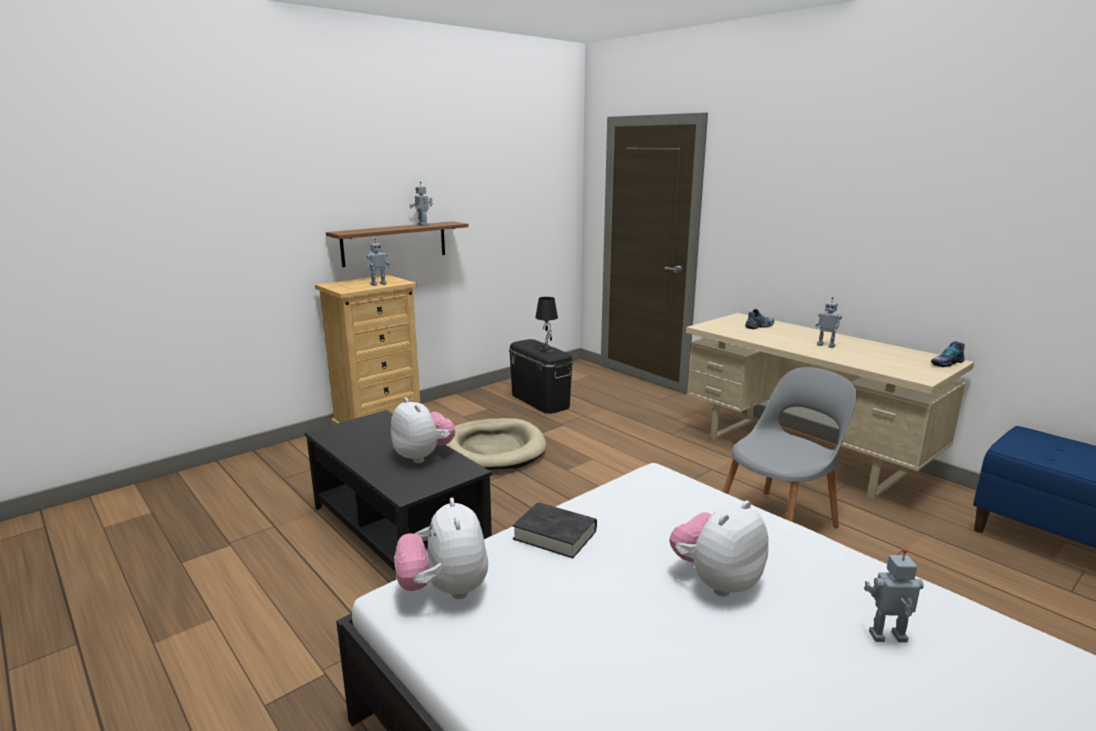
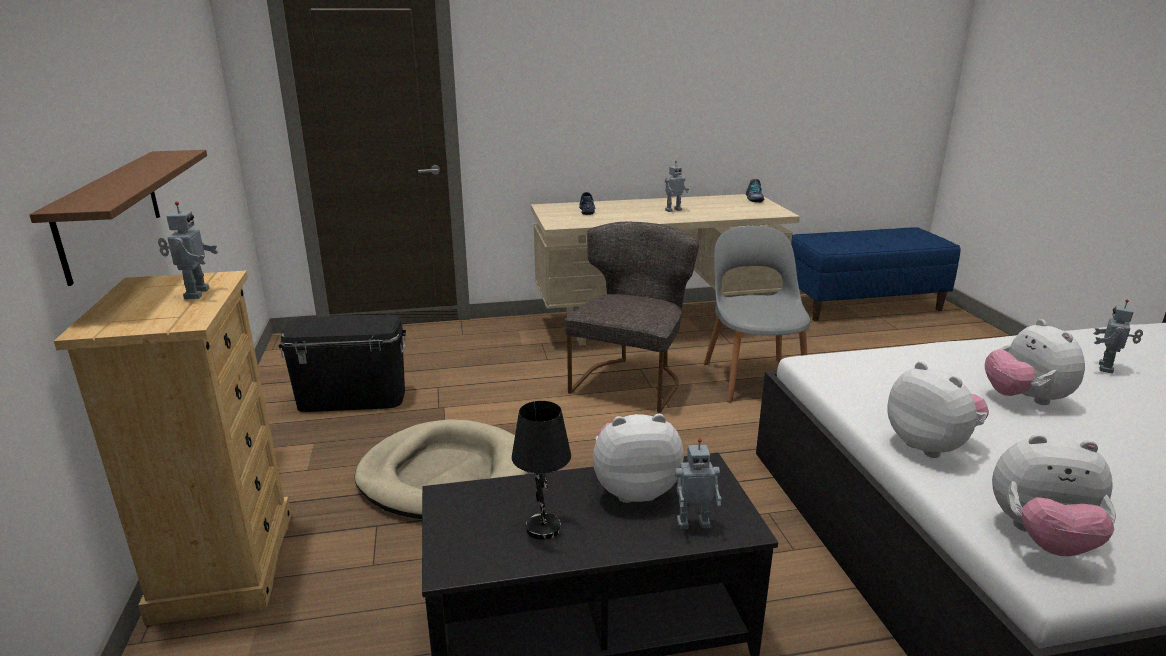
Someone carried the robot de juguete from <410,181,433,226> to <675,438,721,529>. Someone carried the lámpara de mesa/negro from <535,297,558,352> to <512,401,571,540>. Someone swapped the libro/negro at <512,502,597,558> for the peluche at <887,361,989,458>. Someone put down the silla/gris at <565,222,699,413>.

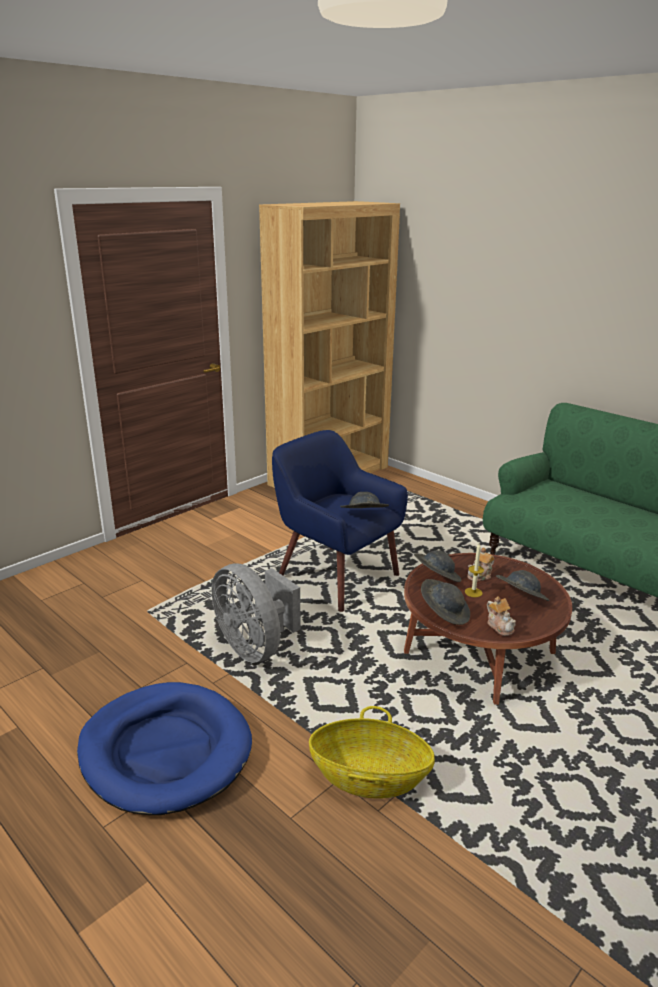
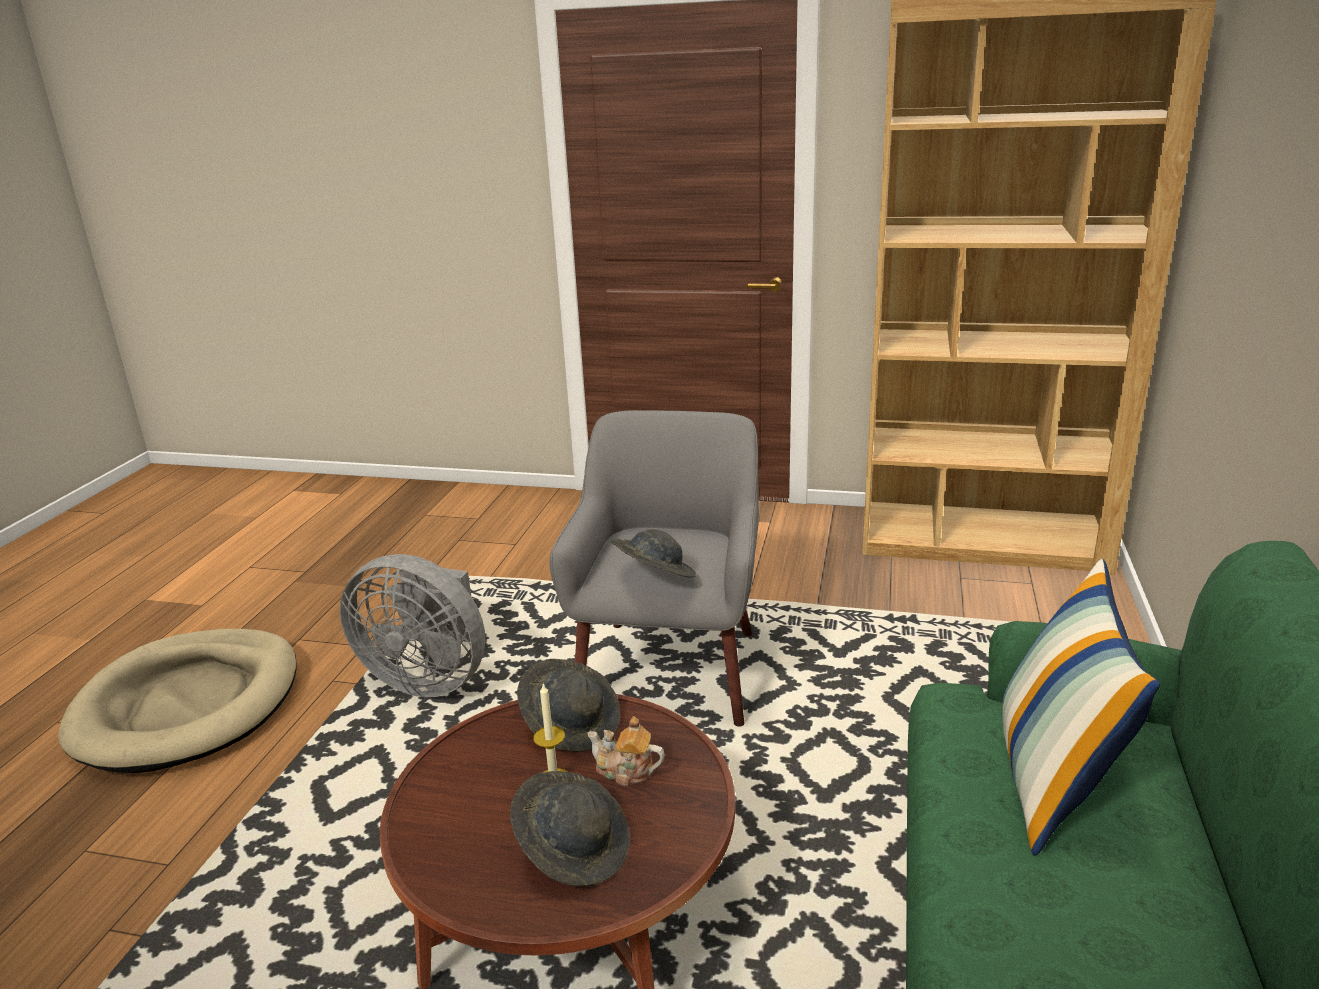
Someone repainted the sillón/azul at <272,430,408,612>, which became the sillón/gris at <550,410,759,727>. Someone rotated the ventilador/gris at <212,564,301,663> by 90 degrees counterclockwise. Someone took away the sombrero/gris at <421,579,470,625>. Someone took away the tetera at <487,596,516,636>. Someone repainted the cama para perro/azul at <77,682,252,815>, which became the cama para perro/beis at <58,629,297,773>. Someone took away the cesta at <309,706,435,799>. Someone put down the cojín at <1002,559,1160,856>.

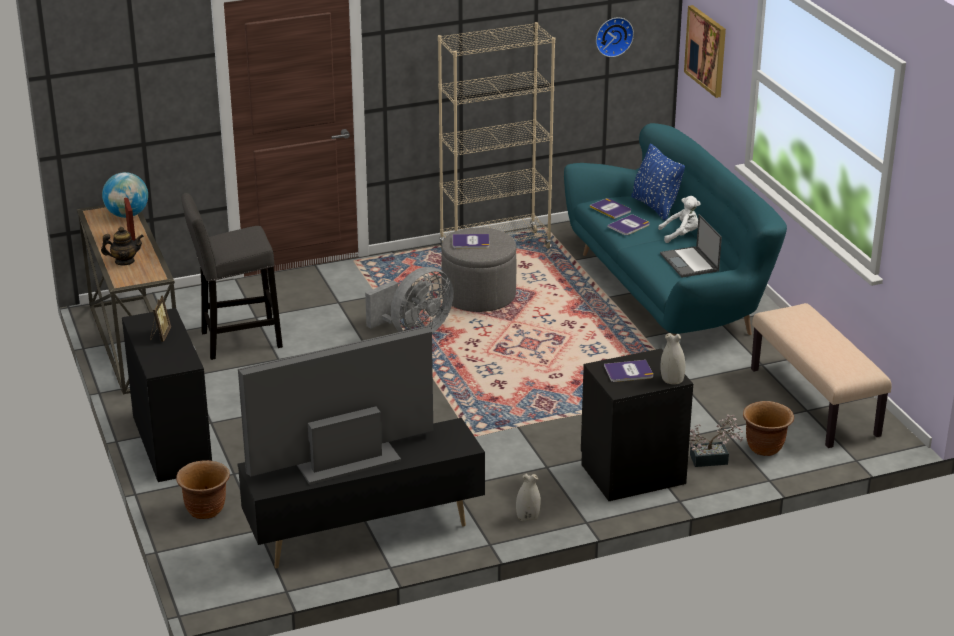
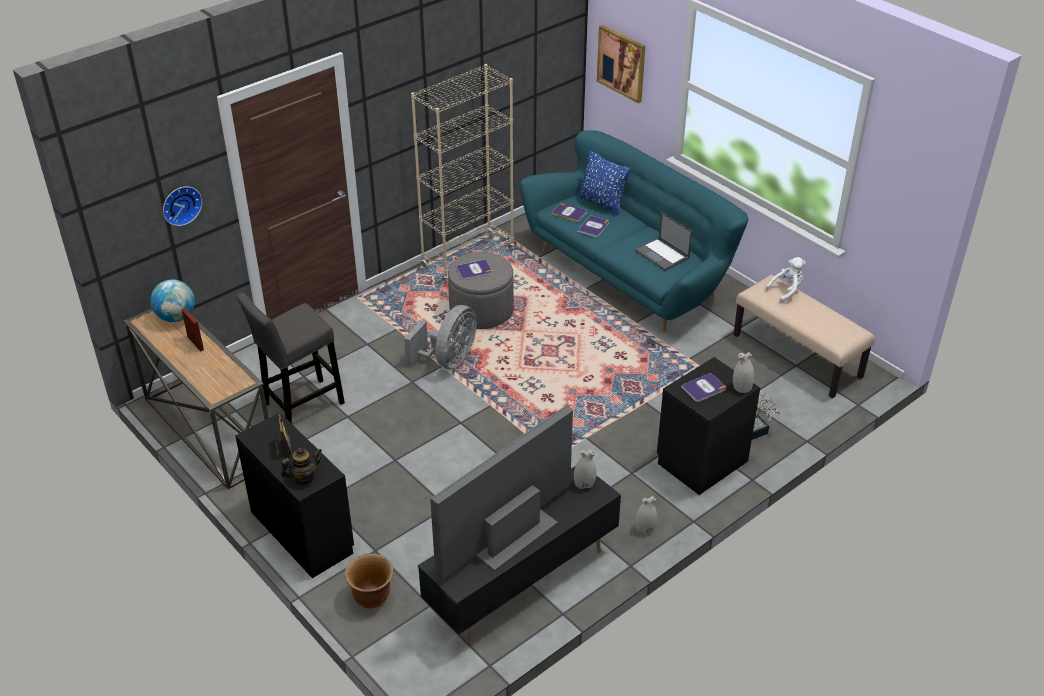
Someone carried the reloj de pared from <596,17,634,57> to <163,187,202,226>. Someone carried the peluche/blanco from <658,196,700,243> to <765,257,806,303>. Someone carried the tetera from <101,227,144,266> to <281,448,322,484>. Someone took away the maceta/marrón at <743,401,794,456>. Someone put down the florero/blanco at <574,450,597,489>.

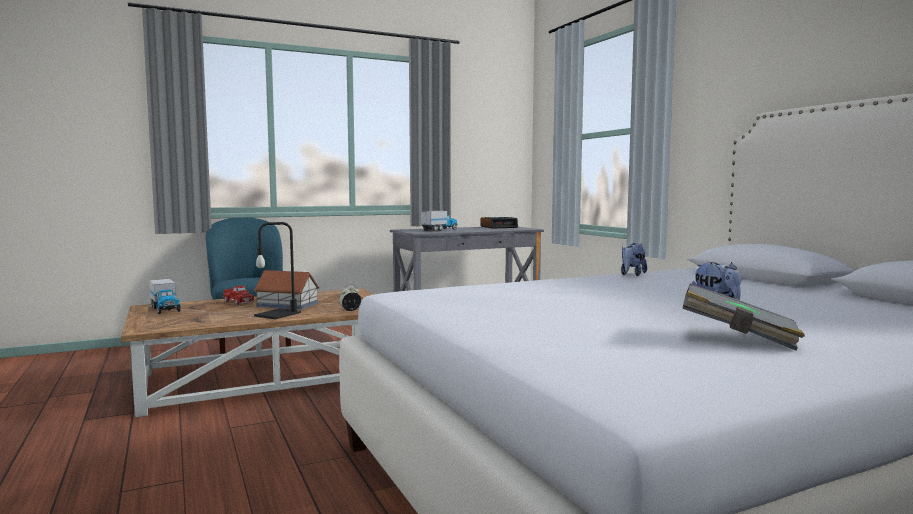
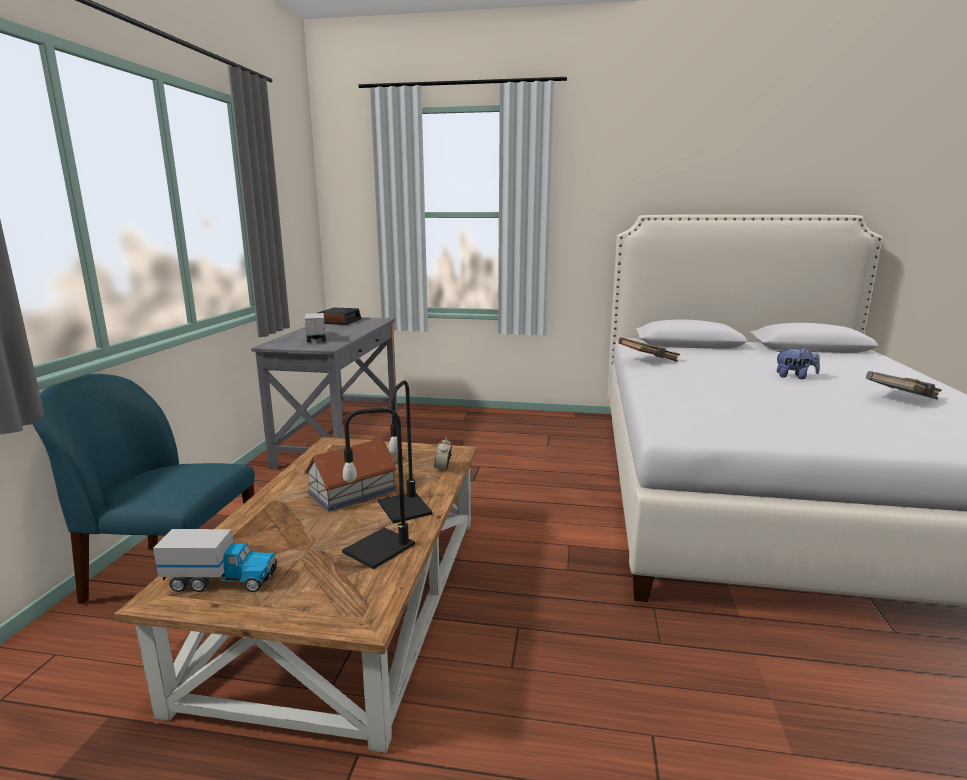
Someone swapped the peluche at <621,243,648,276> for the libro/marrón at <618,337,680,362>. Someone took away the camión de juguete at <223,285,255,305>. Someone put down the lámpara de mesa/negro at <342,407,415,569>.

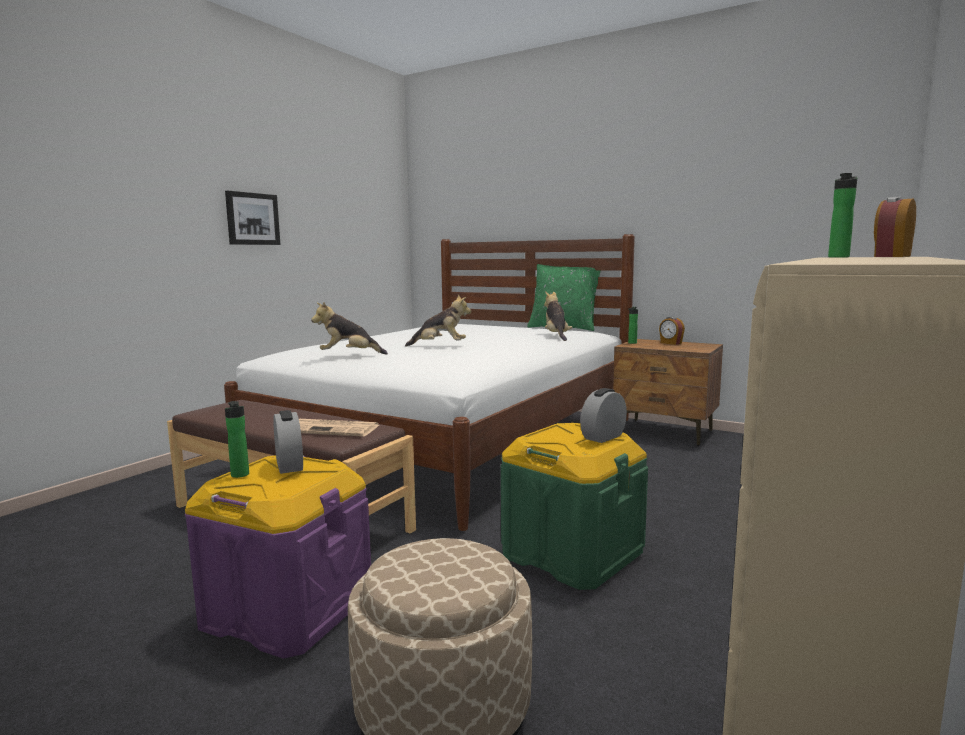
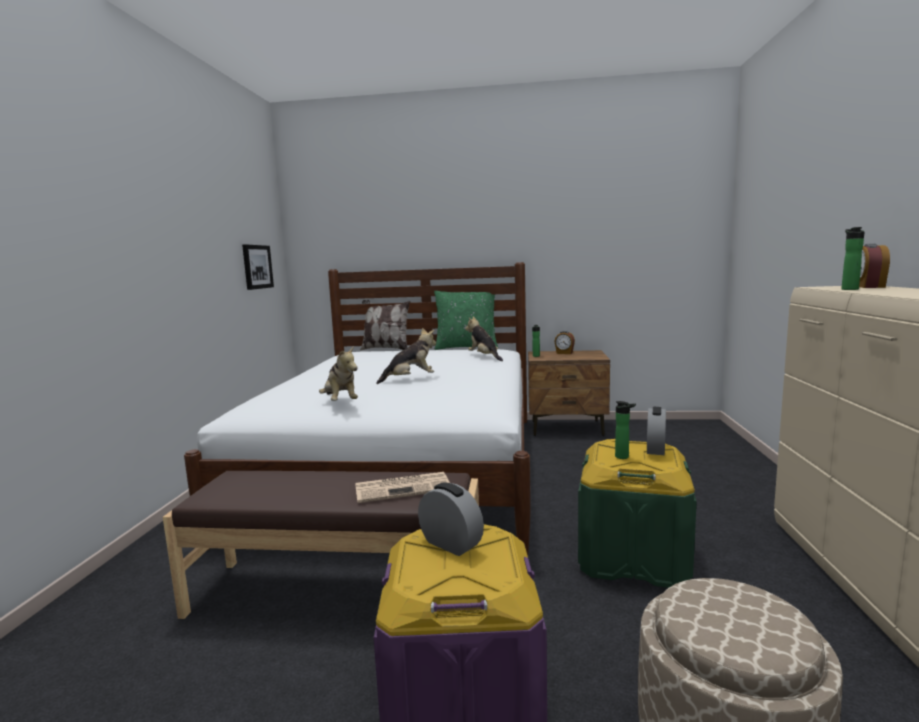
Someone carried the cuadro from <225,191,280,245> to <242,244,274,290>. Someone rotated the peluche at <311,302,388,355> by 90 degrees counterclockwise. Someone carried the botella from <225,401,249,478> to <615,401,636,459>. Someone put down the cojín at <360,300,410,351>.

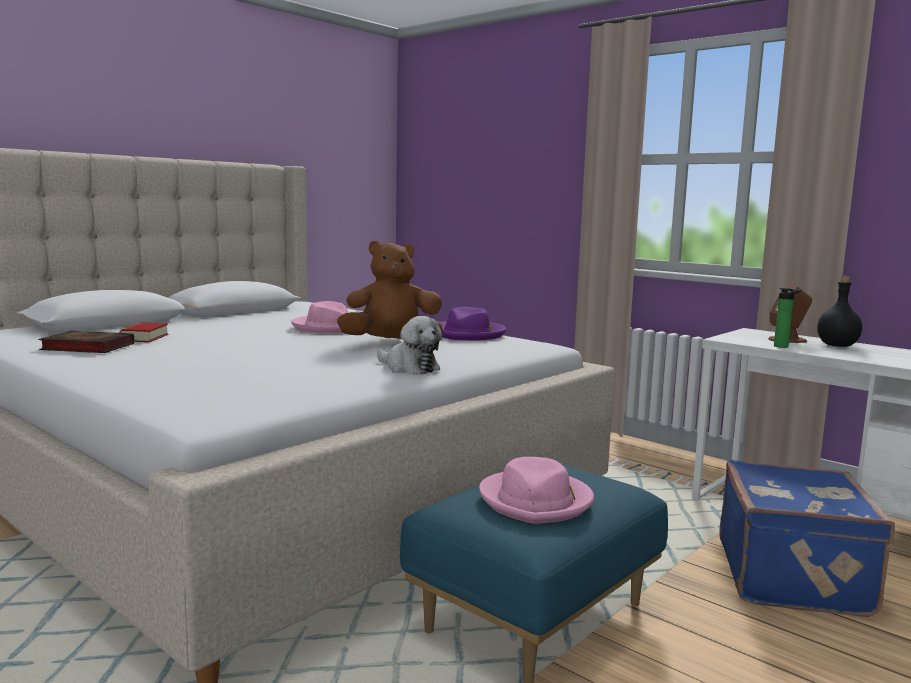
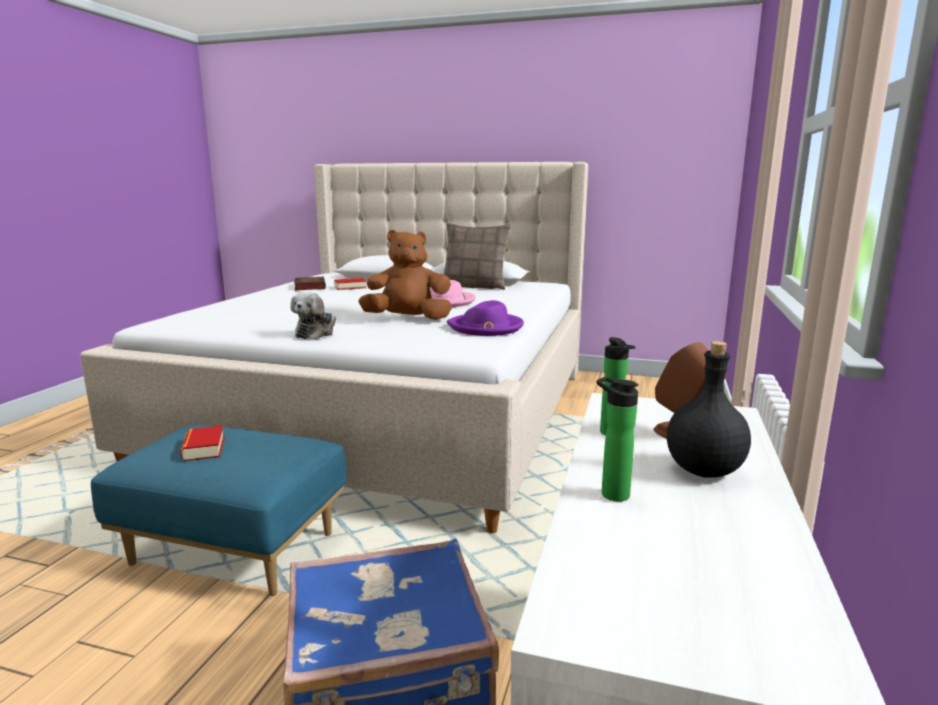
Someone rotated the peluche/marrón at <337,240,443,339> by 60 degrees counterclockwise. Someone swapped the sombrero/rosa at <479,457,594,524> for the libro at <180,425,224,461>. Someone put down the cojín at <444,222,511,290>. Someone put down the botella at <597,376,638,502>.

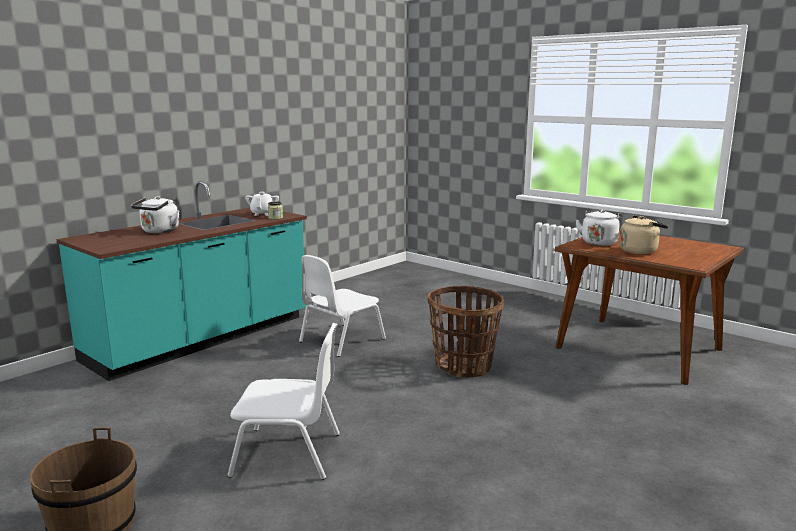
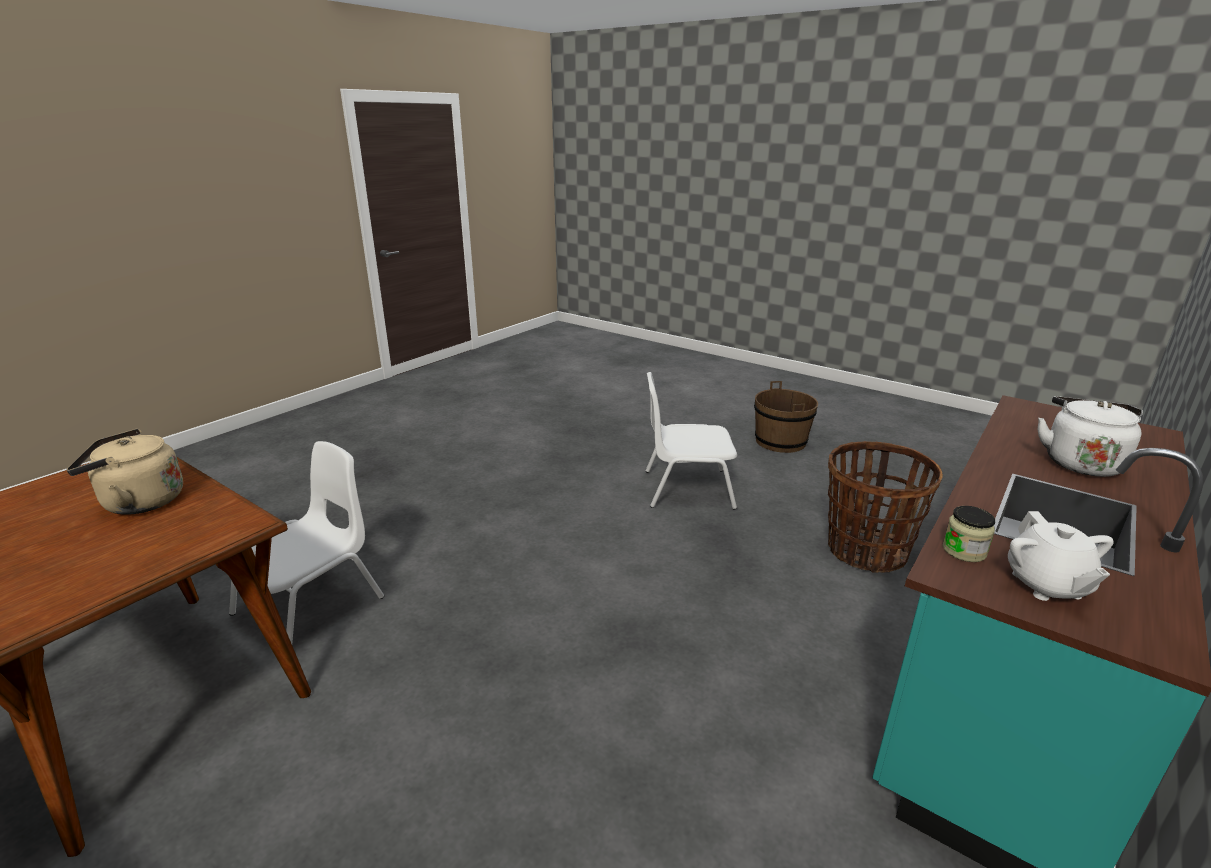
Someone took away the hervidor/blanco at <575,210,622,246>. Someone carried the silla/blanco from <299,255,386,357> to <229,441,384,644>. Someone carried the cesta from <428,286,504,378> to <828,441,943,573>.

